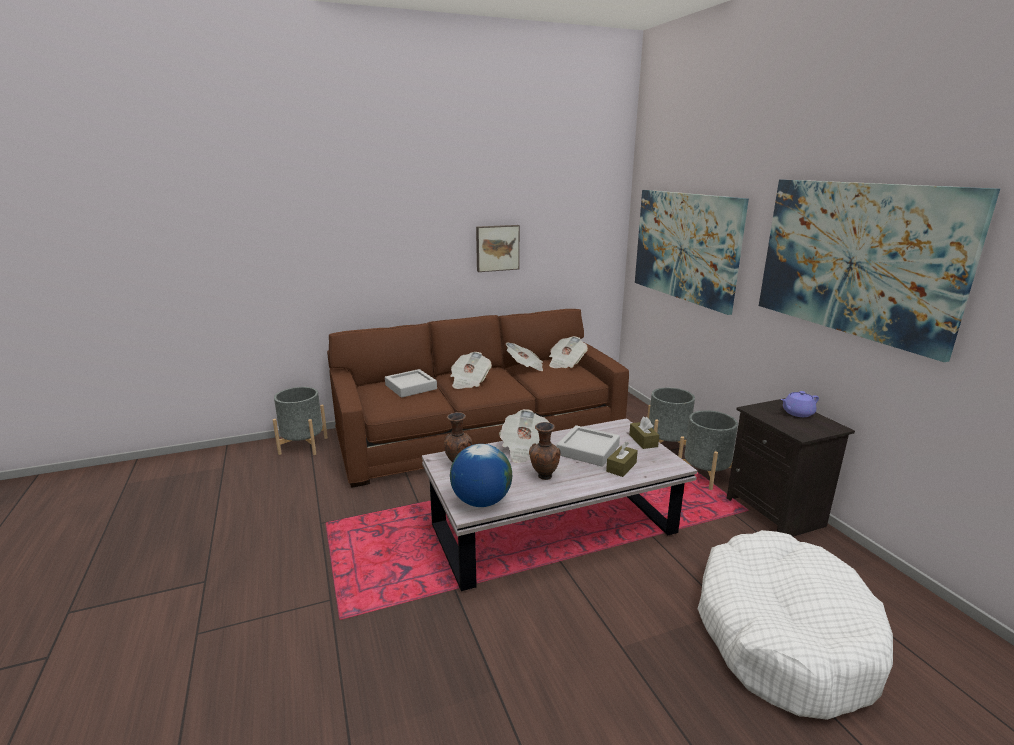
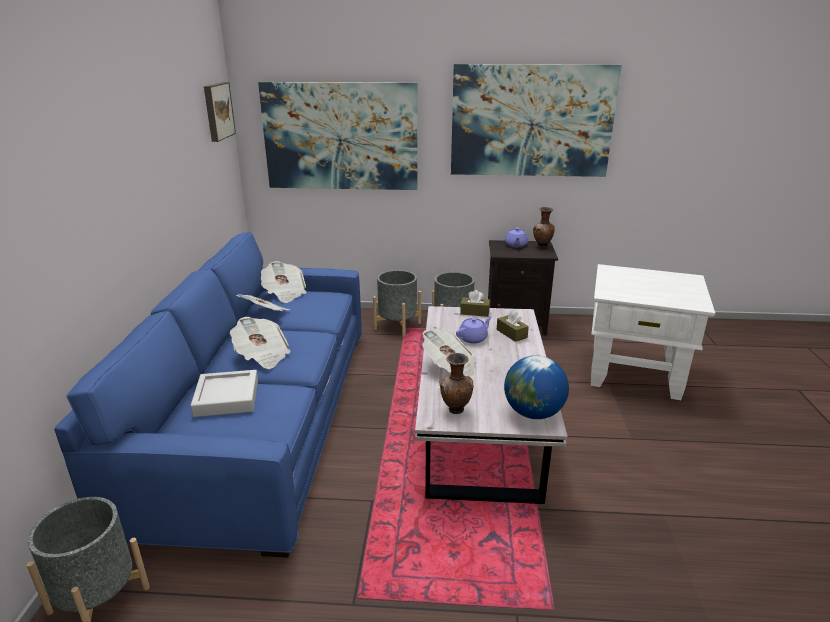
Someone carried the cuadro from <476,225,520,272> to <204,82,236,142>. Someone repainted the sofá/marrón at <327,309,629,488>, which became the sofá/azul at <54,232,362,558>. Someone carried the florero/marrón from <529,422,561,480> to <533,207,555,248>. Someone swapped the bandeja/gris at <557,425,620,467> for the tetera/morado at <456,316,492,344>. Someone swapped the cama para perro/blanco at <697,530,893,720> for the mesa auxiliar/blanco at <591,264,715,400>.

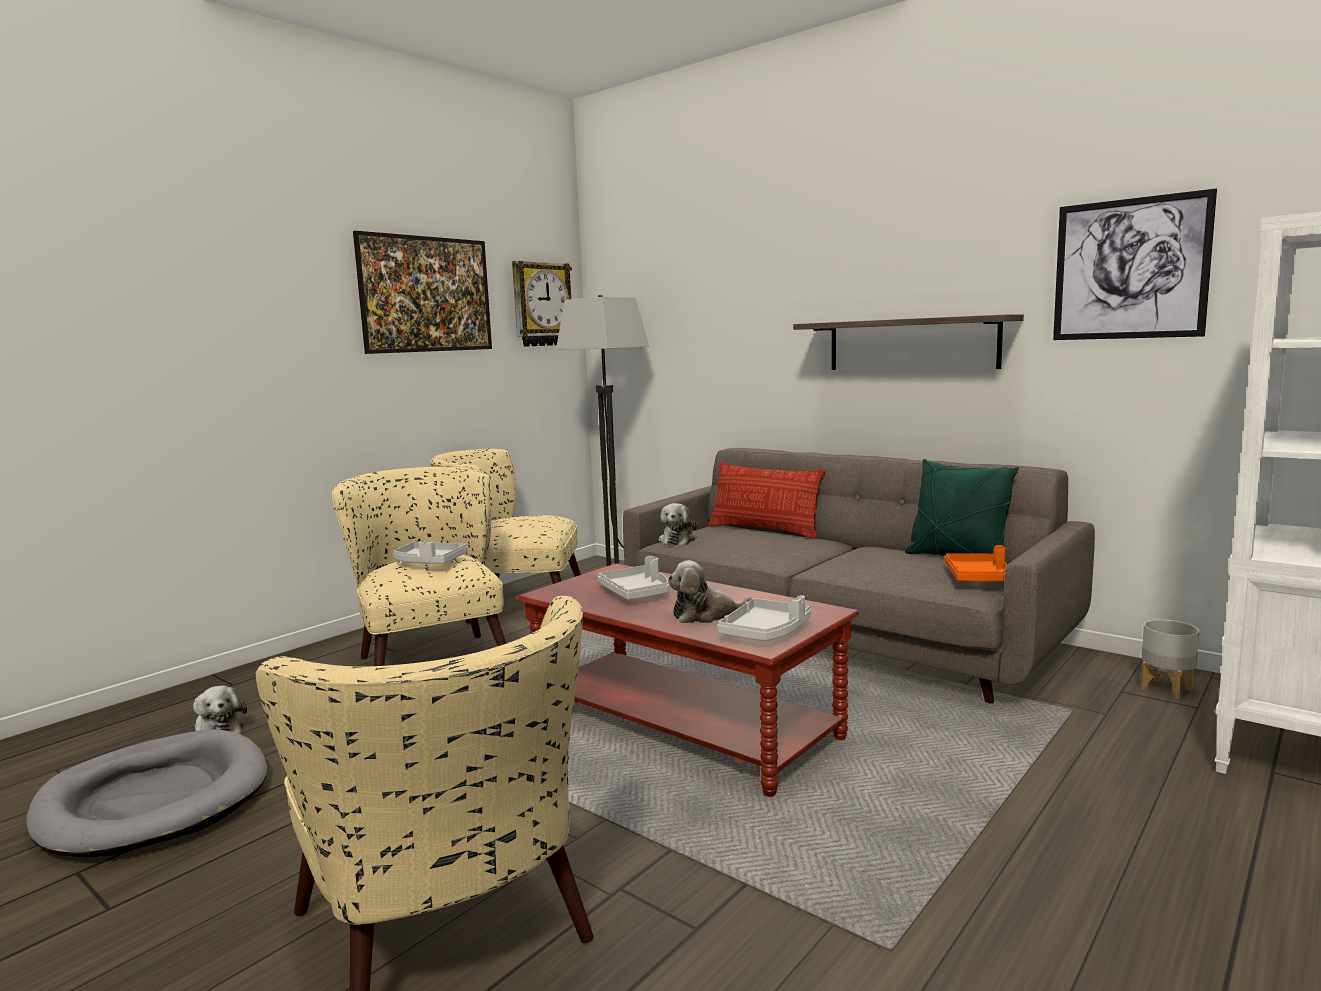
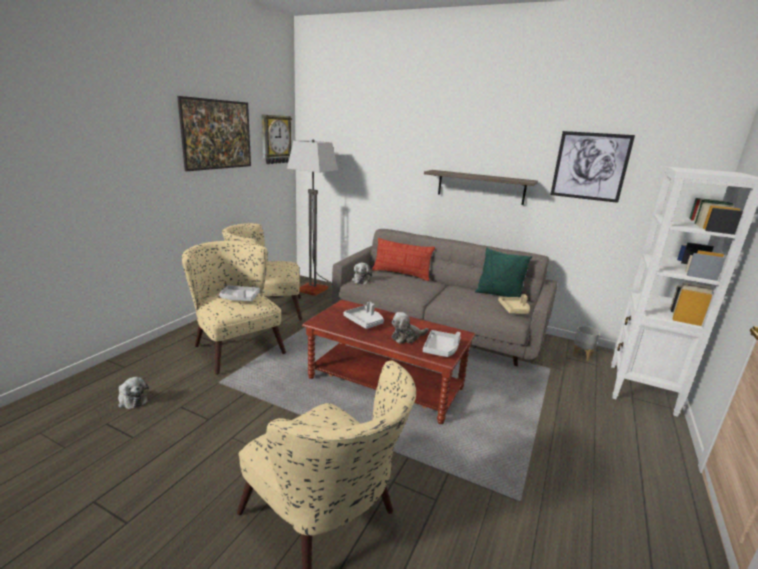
Someone repainted the bandeja/naranja at <945,545,1007,582>, which became the bandeja/beis at <498,294,530,314>. Someone took away the cama para perro/gris at <26,729,267,858>.

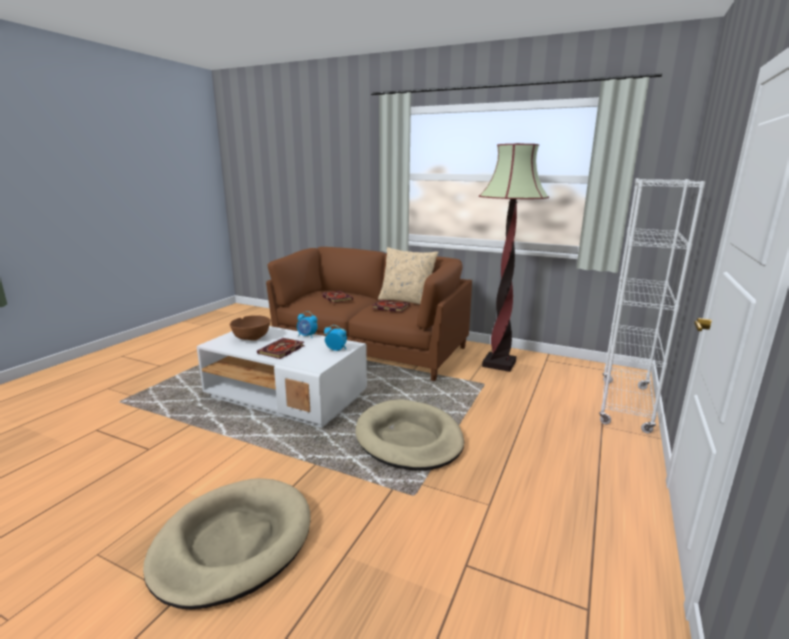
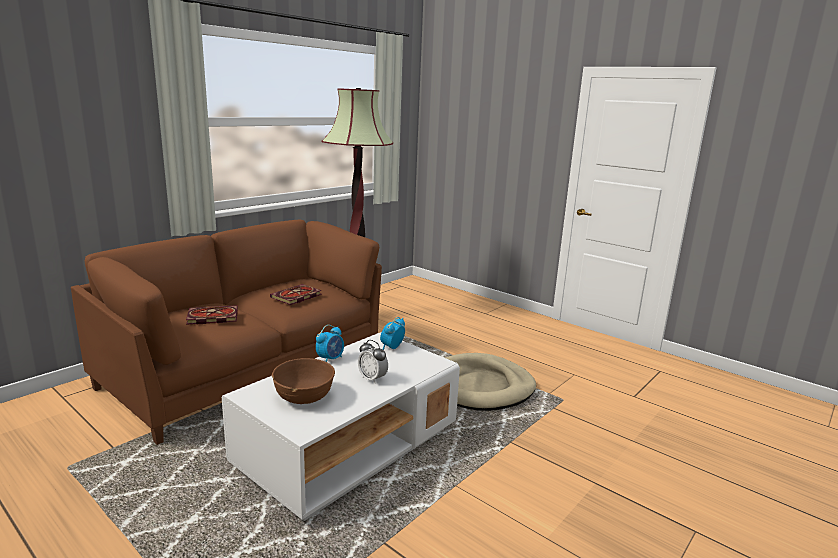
Someone took away the estantería/blanco at <599,178,706,433>. Someone took away the cojín/beis at <378,247,438,304>. Someone swapped the libro at <257,338,305,359> for the despertador at <358,340,388,384>. Someone took away the cama para perro/beis at <143,478,311,609>.

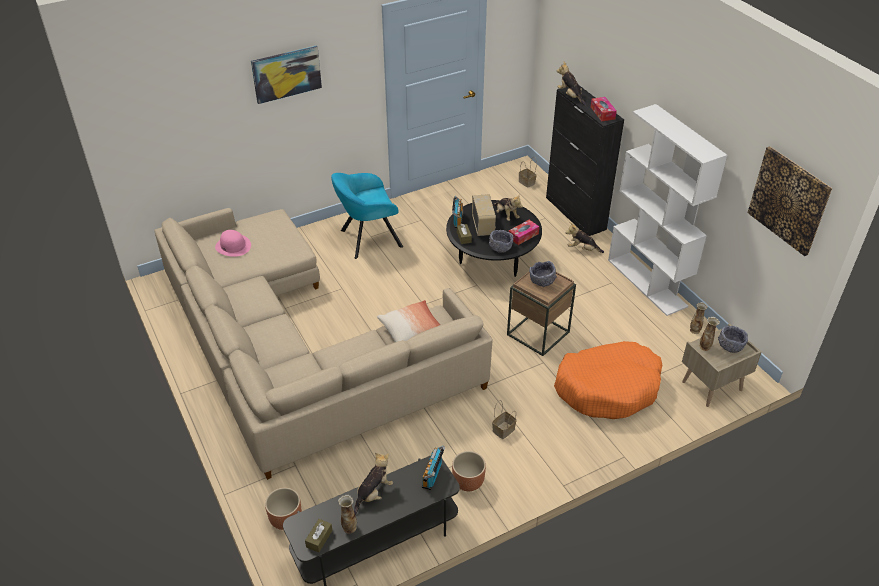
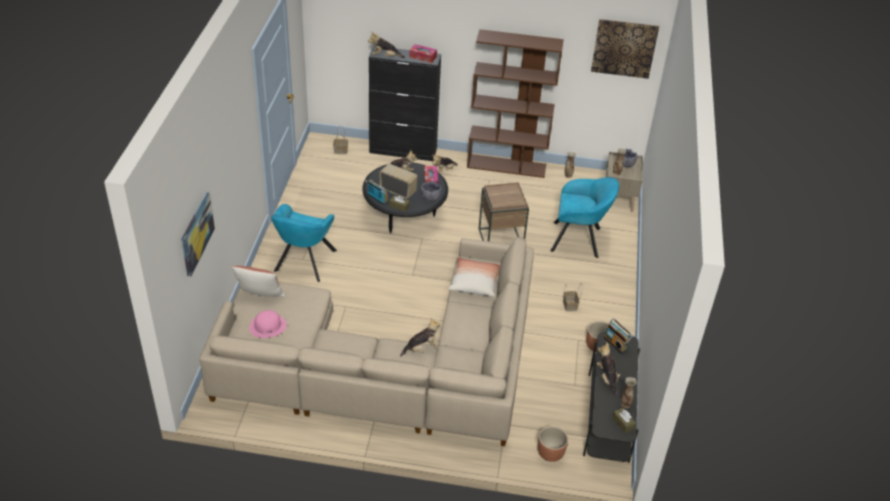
Someone carried the cuadro from <251,45,322,104> to <181,192,215,276>. Someone repainted the estantería/blanco at <608,104,727,316>, which became the estantería/marrón at <467,29,564,178>. Someone took away the cuenco/gris at <529,261,557,287>. Someone swapped the cama para perro/naranja at <554,341,662,419> for the sillón/turquesa at <551,177,619,258>. Someone put down the cojín at <231,266,285,297>. Someone put down the peluche at <400,318,440,357>.

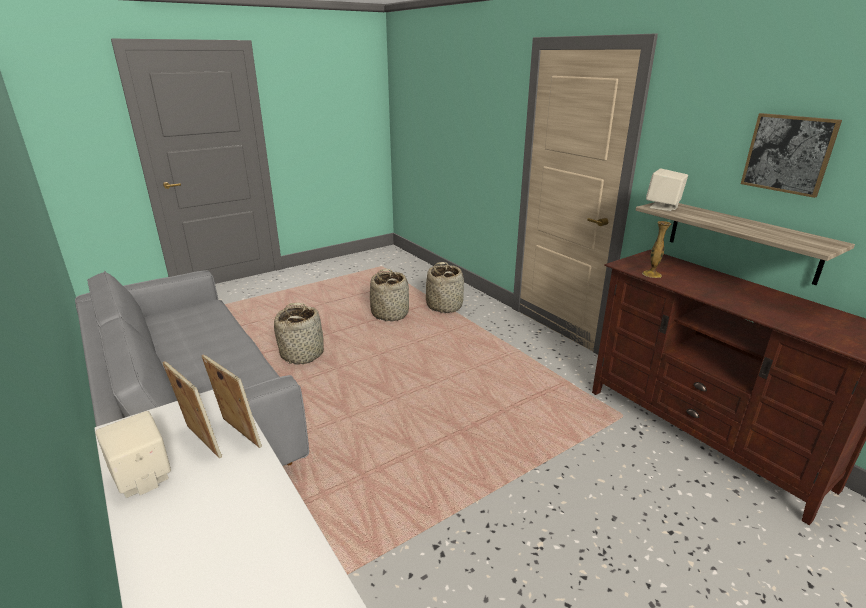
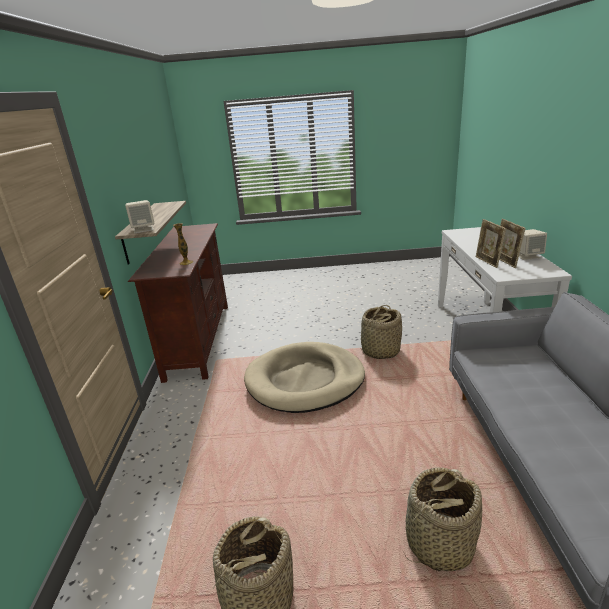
Someone took away the cuadro at <741,113,842,198>. Someone carried the cesta from <426,262,464,313> to <361,305,402,359>. Someone put down the cama para perro/beis at <244,342,365,413>.

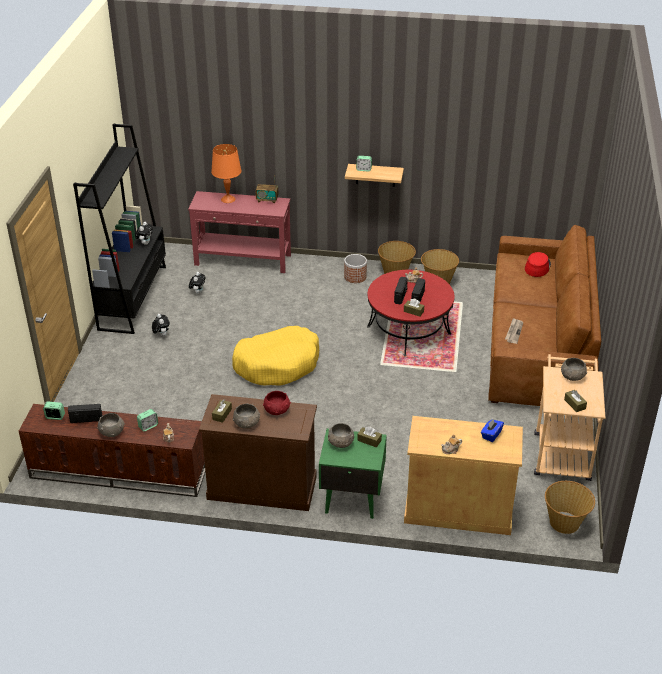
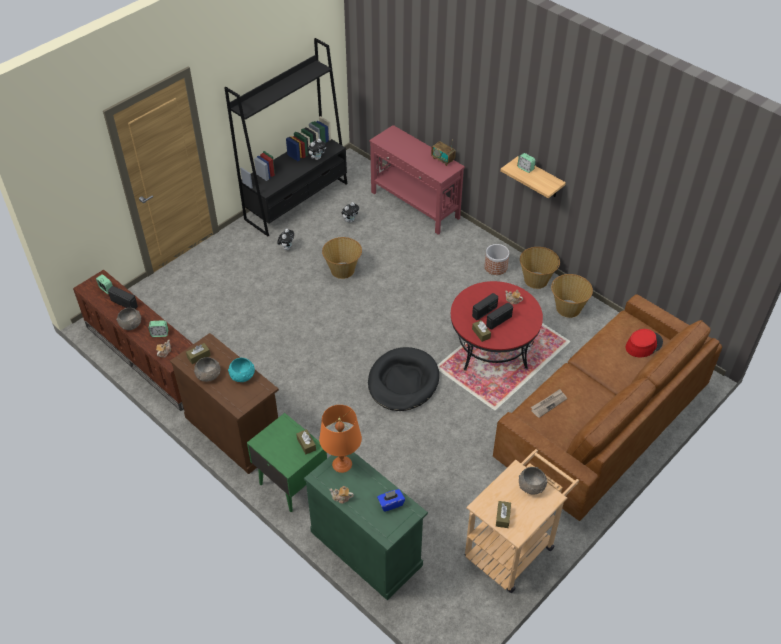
Someone carried the lámpara de mesa/naranja from <211,144,242,203> to <319,405,362,473>. Someone took away the cama para perro/amarillo at <232,326,319,386>. Someone repainted the cuenco/rojo at <263,391,291,415>, which became the cuenco/turquesa at <228,357,255,382>. Someone repainted the armario/beis at <404,416,523,535>, which became the armario/verde at <304,452,428,600>. Someone took away the cuenco/gris at <328,423,354,448>. Someone carried the cesta from <545,481,595,534> to <322,237,362,279>. Someone put down the cama para perro/negro at <368,347,439,411>.

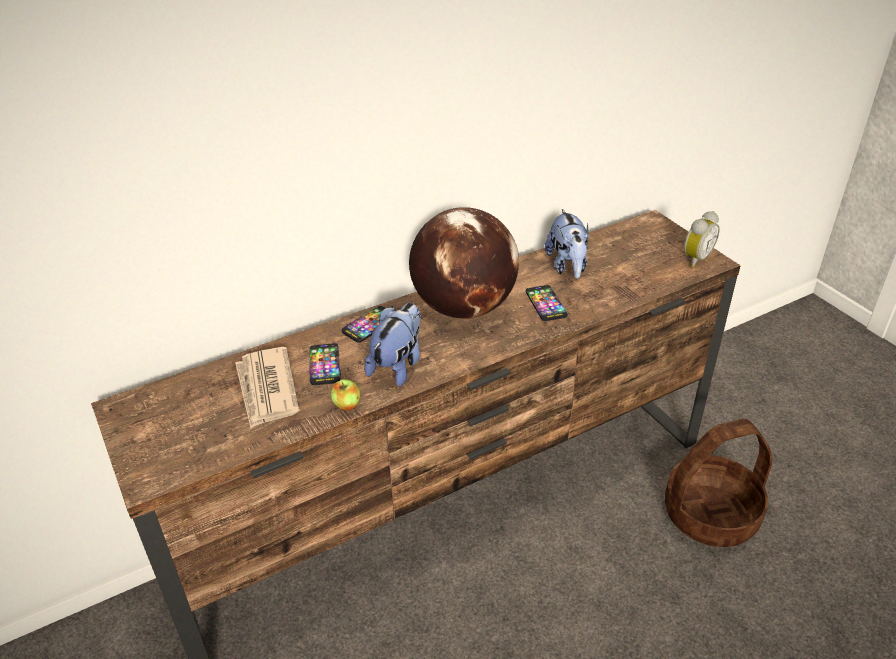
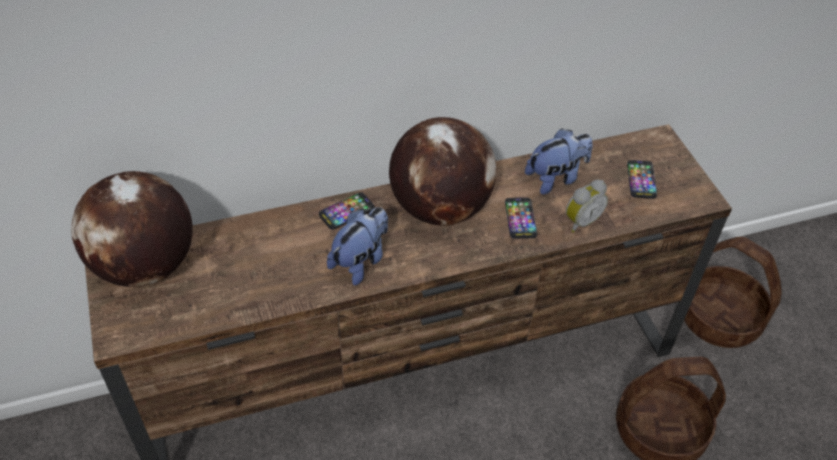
Someone rotated the peluche at <545,209,589,279> by 120 degrees counterclockwise. Someone carried the despertador from <684,211,720,268> to <566,180,608,233>. Someone carried the móvil from <309,343,341,385> to <627,160,657,199>. Someone took away the periódico at <235,347,299,428>. Someone took away the manzana at <331,379,361,411>. Someone put down the globo terráqueo at <71,171,193,287>. Someone put down the cesta at <684,237,782,348>.

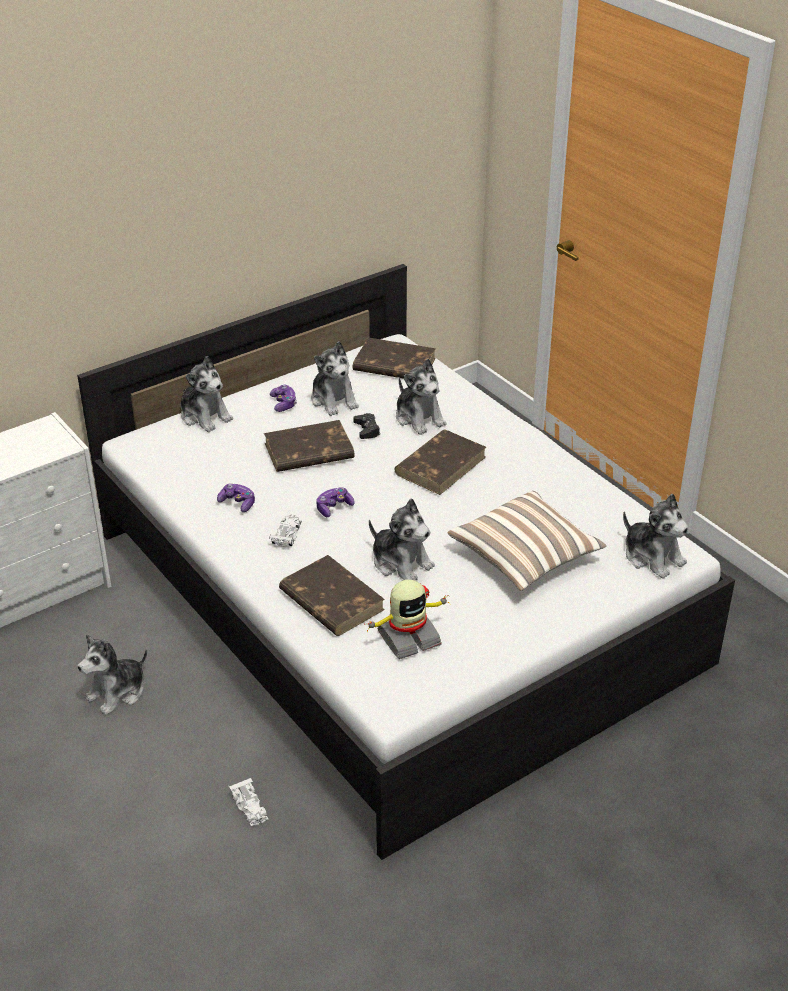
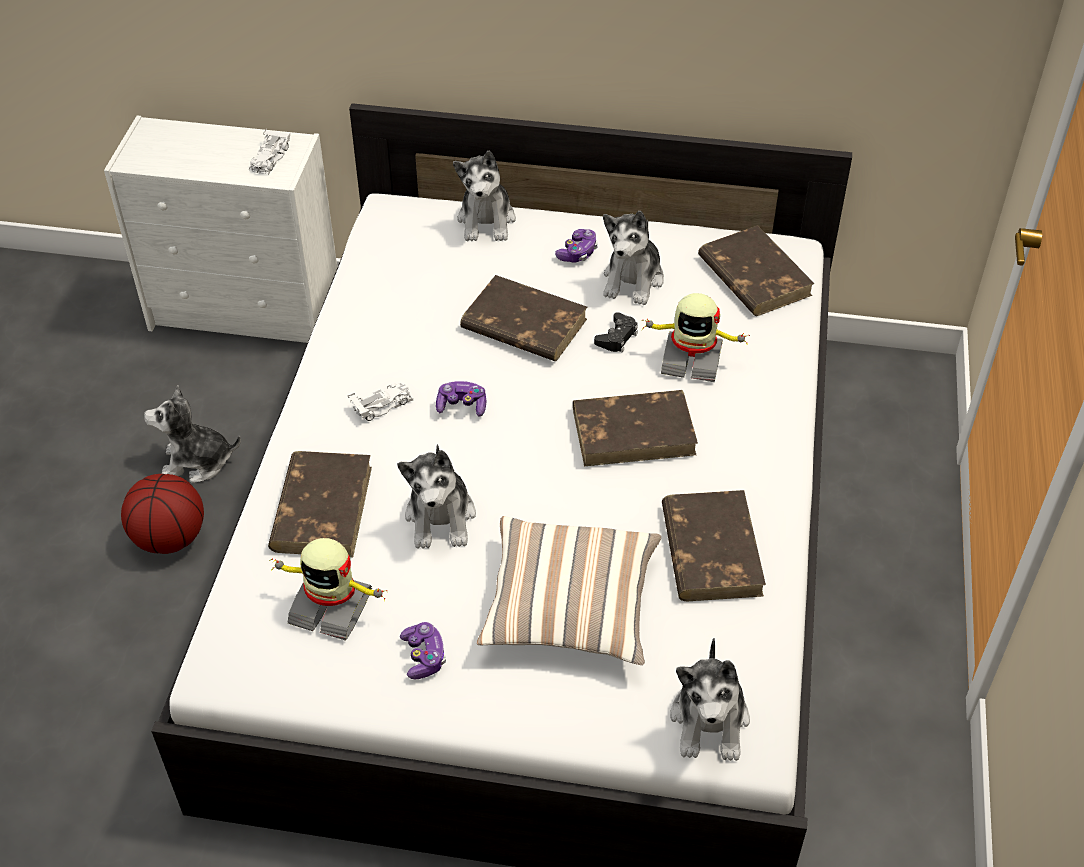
Someone swapped the peluche at <396,359,446,435> for the robot de juguete at <641,293,750,382>. Someone carried the mando de consola from <217,483,255,512> to <400,622,446,679>. Someone carried the coche de juguete/blanco from <228,778,269,826> to <249,130,290,175>. Someone put down the balón de baloncesto at <121,474,204,554>. Someone put down the libro/marrón at <662,490,766,601>.

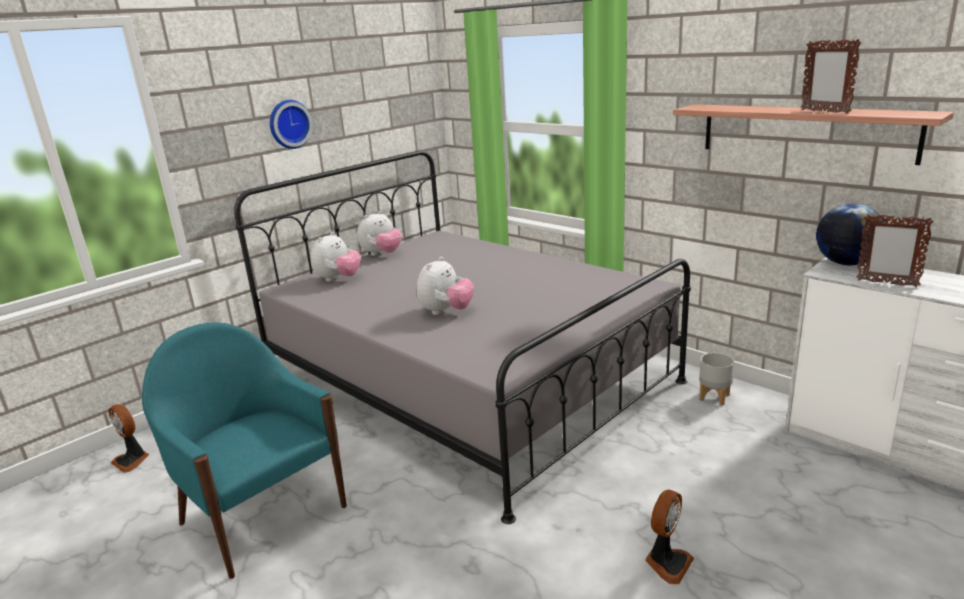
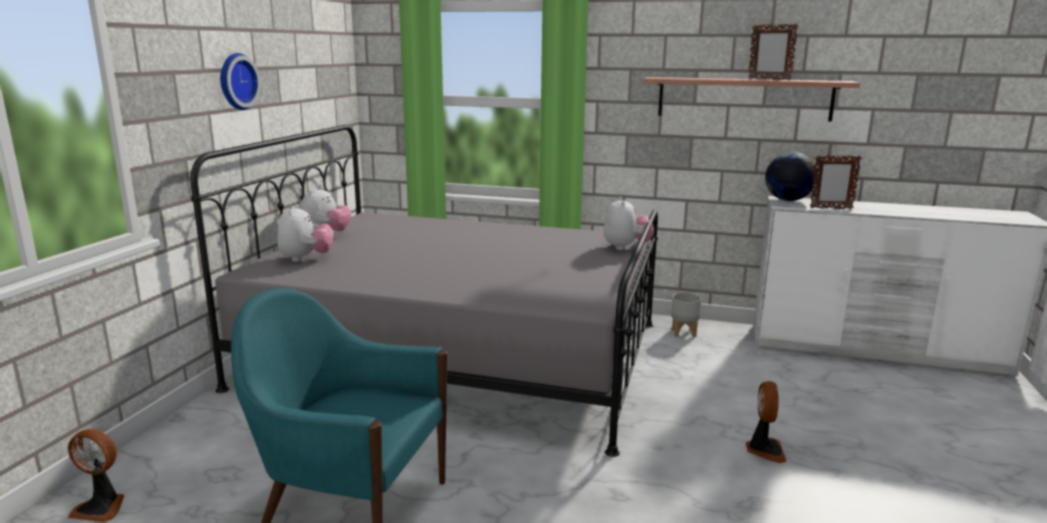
Someone carried the peluche from <417,257,474,315> to <604,197,654,250>.

